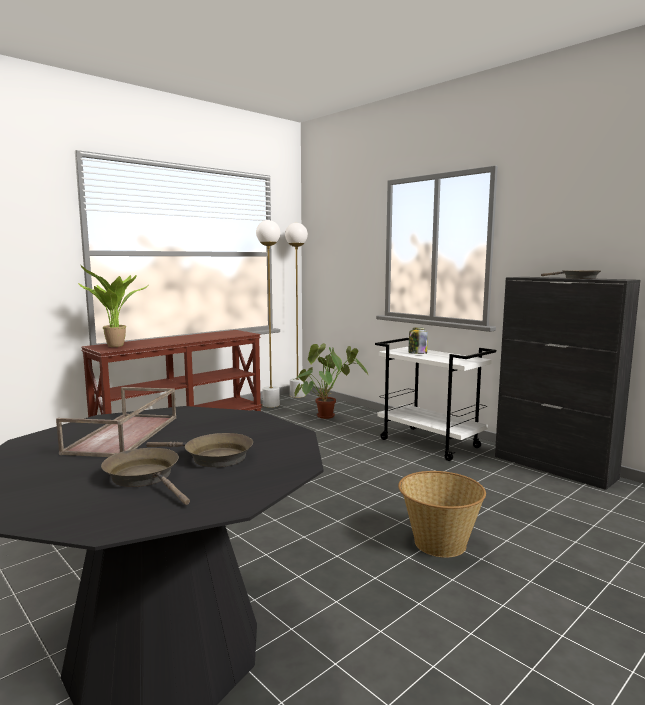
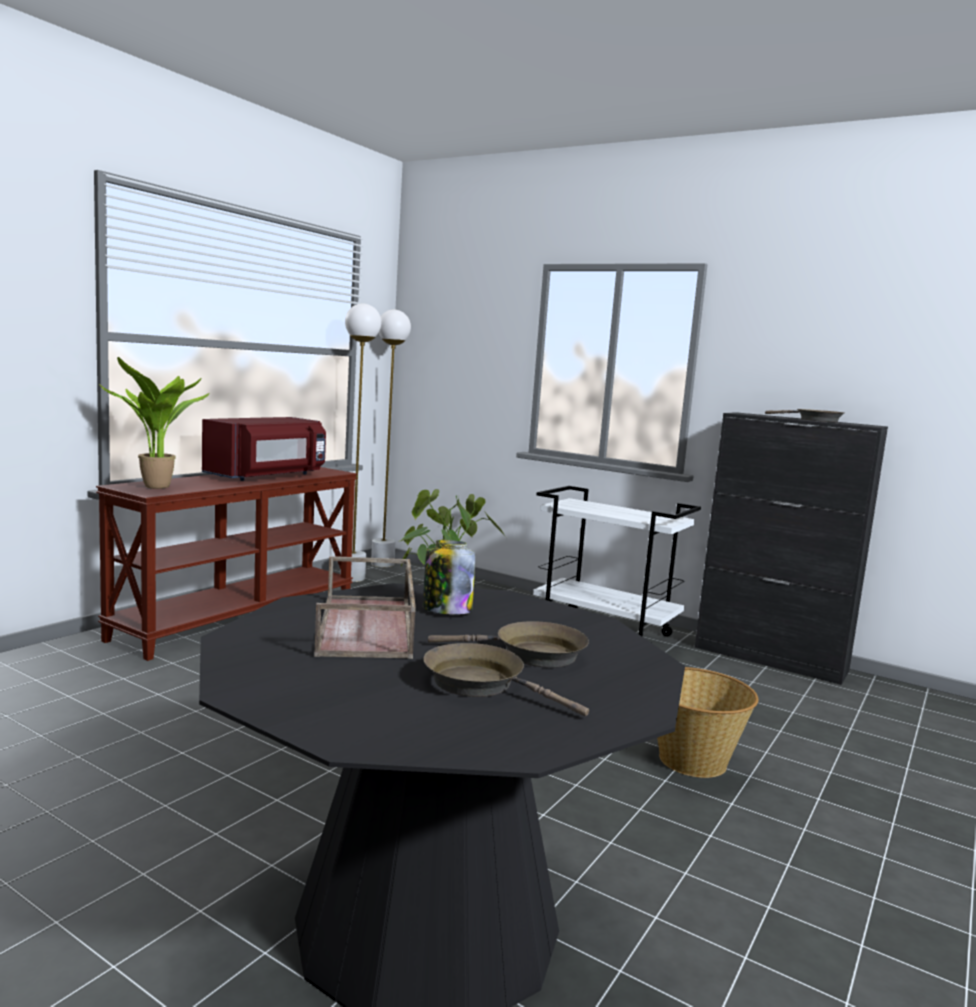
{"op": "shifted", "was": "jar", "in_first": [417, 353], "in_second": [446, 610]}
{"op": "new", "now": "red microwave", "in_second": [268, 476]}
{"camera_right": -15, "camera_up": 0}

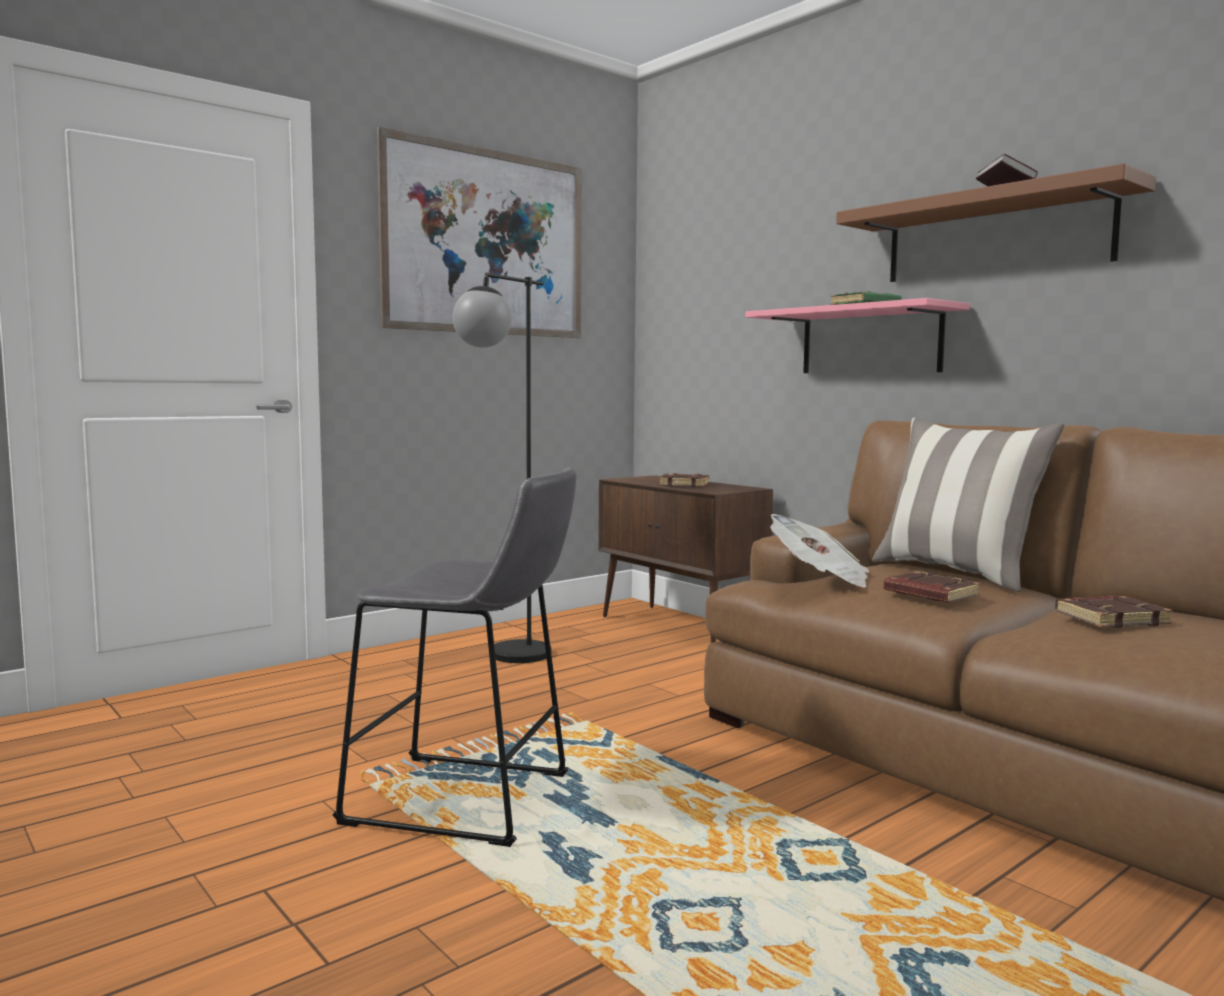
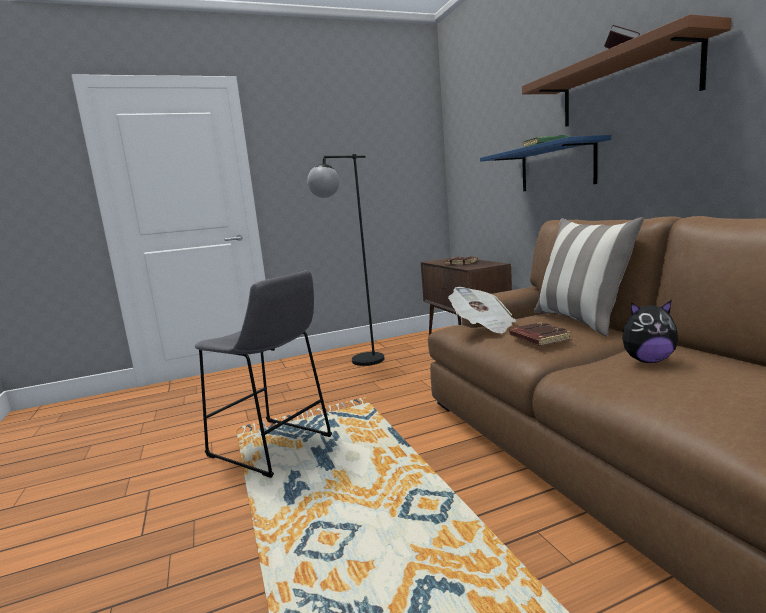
{"op": "gone", "was": "picture", "in_first": [487, 242]}
{"op": "repainted", "was": "pink shelf", "now": "blue shelf", "in_first": [870, 341], "in_second": [556, 167]}
{"op": "swapped", "was": "brown book", "now": "plush toy", "in_first": [1111, 619], "in_second": [647, 360]}
{"camera_right": 20, "camera_up": 5}

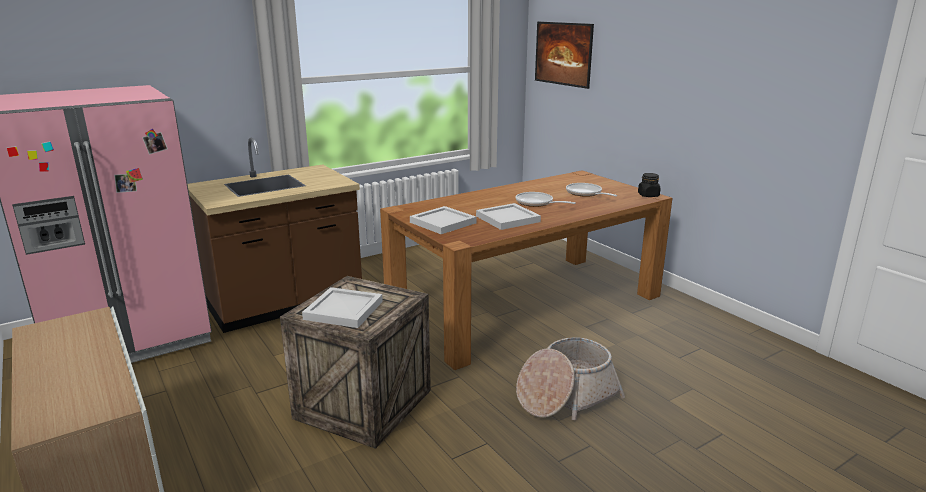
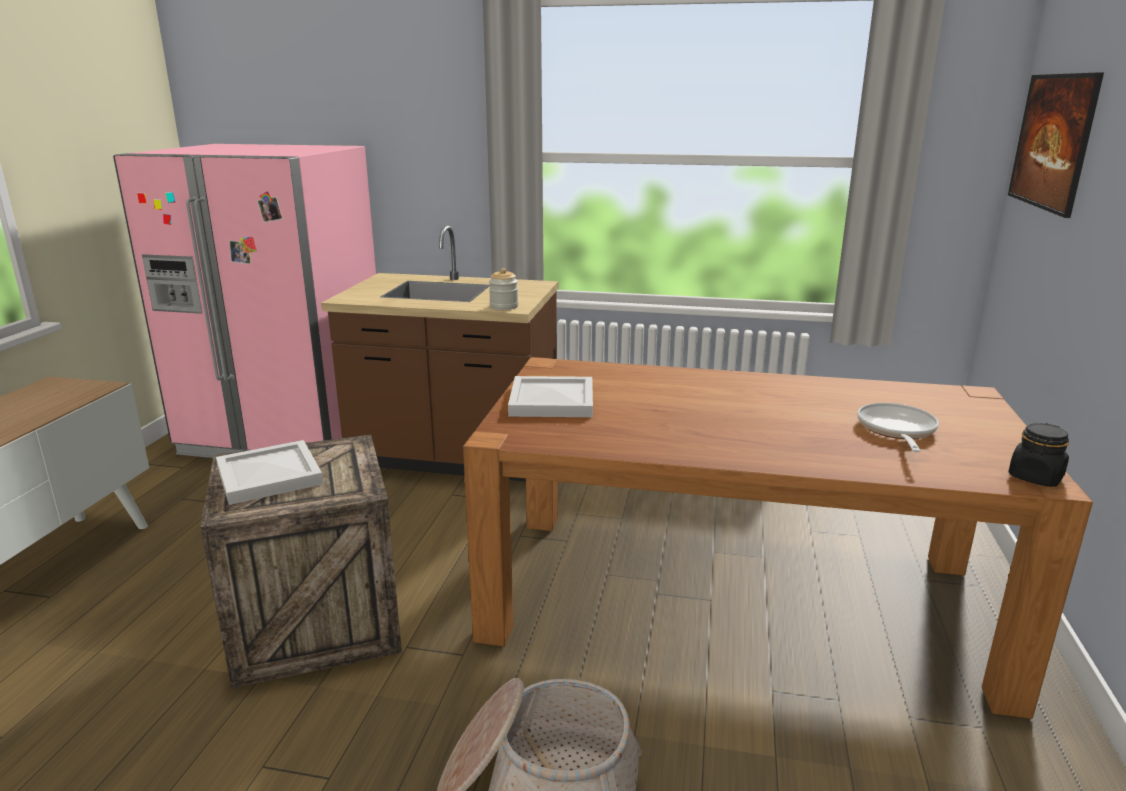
{"op": "gone", "was": "white tray", "in_first": [507, 219]}
{"op": "gone", "was": "frying pan", "in_first": [537, 203]}
{"op": "new", "now": "jar", "in_second": [504, 306]}
{"camera_right": 45, "camera_up": 0}

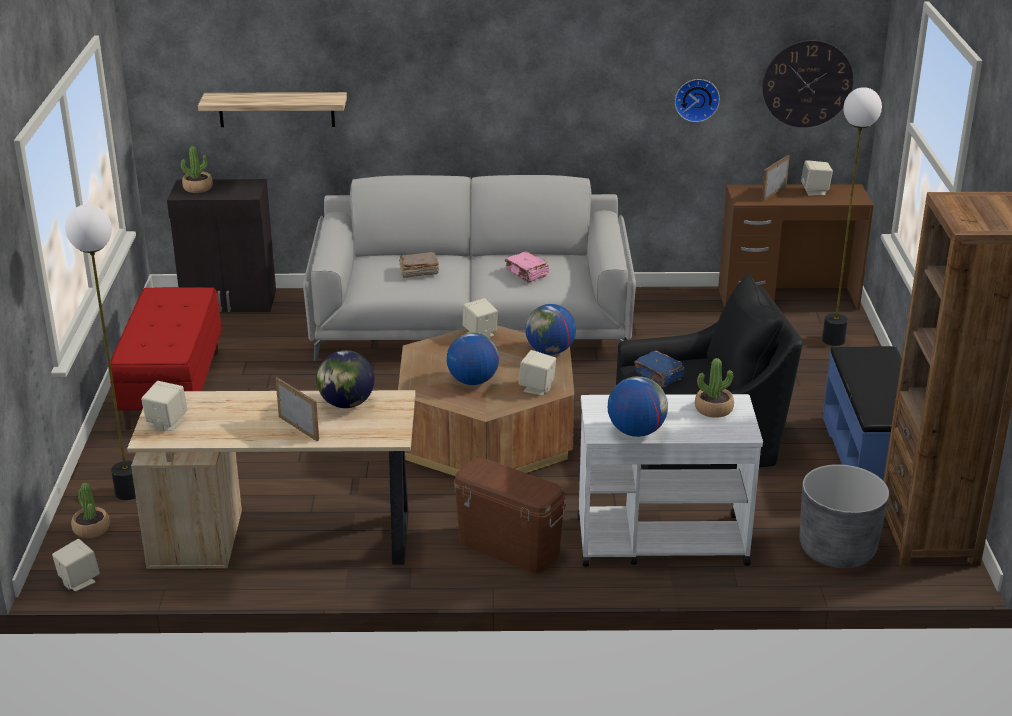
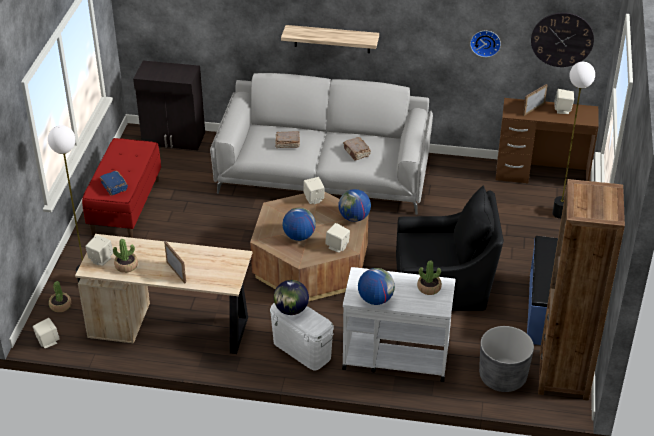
{"op": "shifted", "was": "potted plant", "in_first": [198, 188], "in_second": [126, 266]}
{"op": "shifted", "was": "shelf", "in_first": [276, 109], "in_second": [332, 39]}
{"op": "shifted", "was": "globe", "in_first": [347, 404], "in_second": [291, 310]}
{"op": "repainted", "was": "brown storage box", "now": "white storage box", "in_first": [508, 547], "in_second": [301, 350]}
{"op": "repainted", "was": "pink book", "now": "brown book", "in_first": [527, 273], "in_second": [356, 153]}
{"op": "shifted", "was": "blue book", "in_first": [659, 376], "in_second": [114, 187]}
{"camera_right": 10, "camera_up": 10}

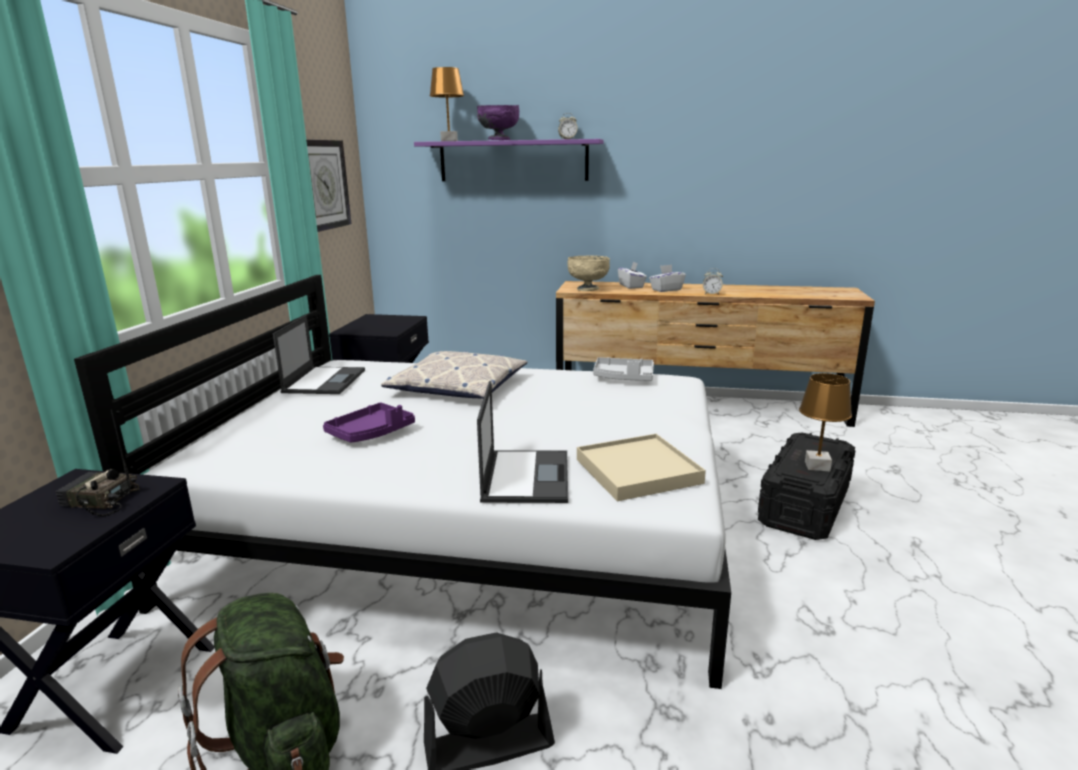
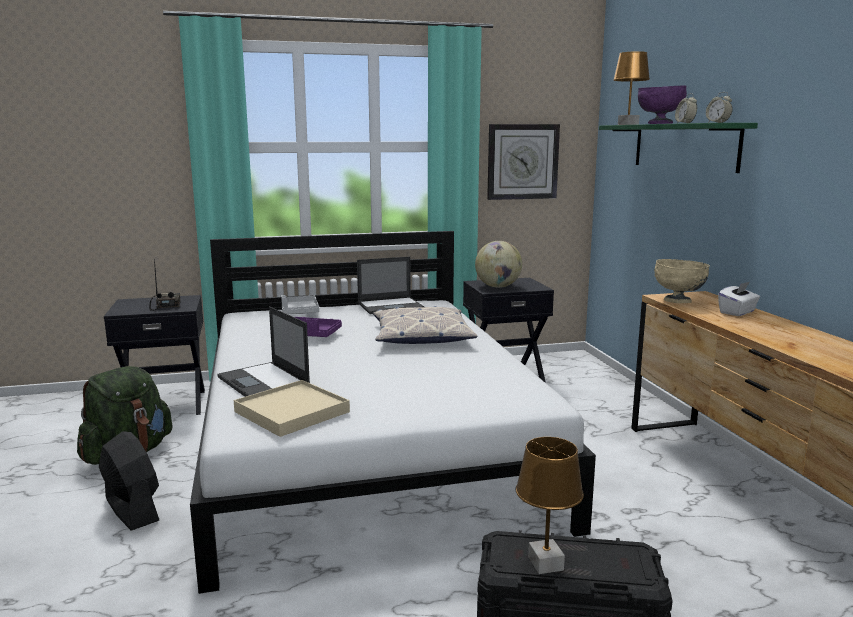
{"op": "repainted", "was": "purple shelf", "now": "green shelf", "in_first": [513, 161], "in_second": [684, 146]}
{"op": "rotated", "was": "laptop", "in_first": [526, 476], "in_second": [264, 381], "clockwise": 75}
{"op": "shifted", "was": "grey tray", "in_first": [624, 378], "in_second": [300, 312]}
{"op": "gone", "was": "white tissue box", "in_first": [666, 290]}
{"op": "shifted", "was": "alarm clock", "in_first": [711, 294], "in_second": [685, 123]}
{"op": "new", "now": "globe", "in_second": [498, 287]}
{"camera_right": 65, "camera_up": -5}

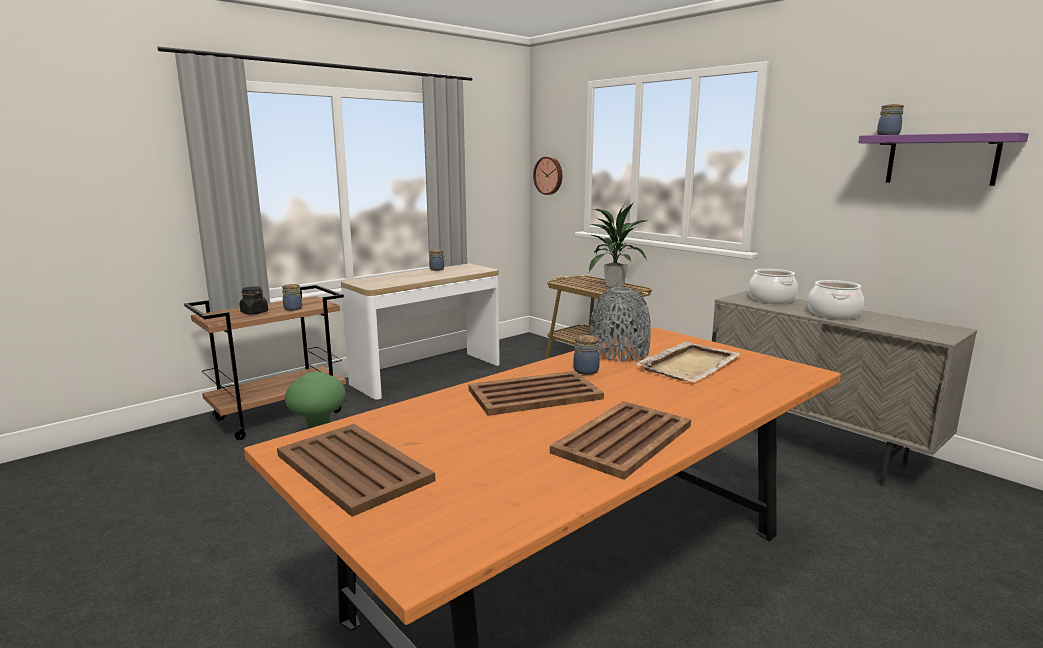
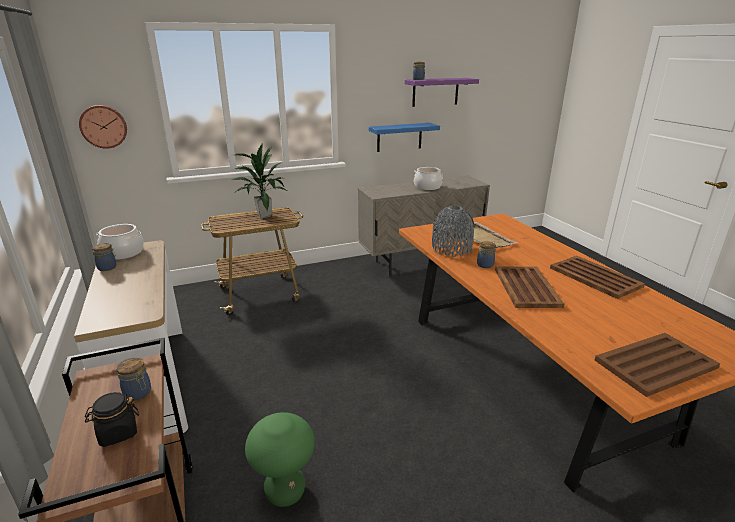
{"op": "shifted", "was": "cooking pot", "in_first": [771, 299], "in_second": [123, 253]}
{"op": "new", "now": "blue shelf", "in_second": [399, 137]}
{"camera_right": -70, "camera_up": 10}

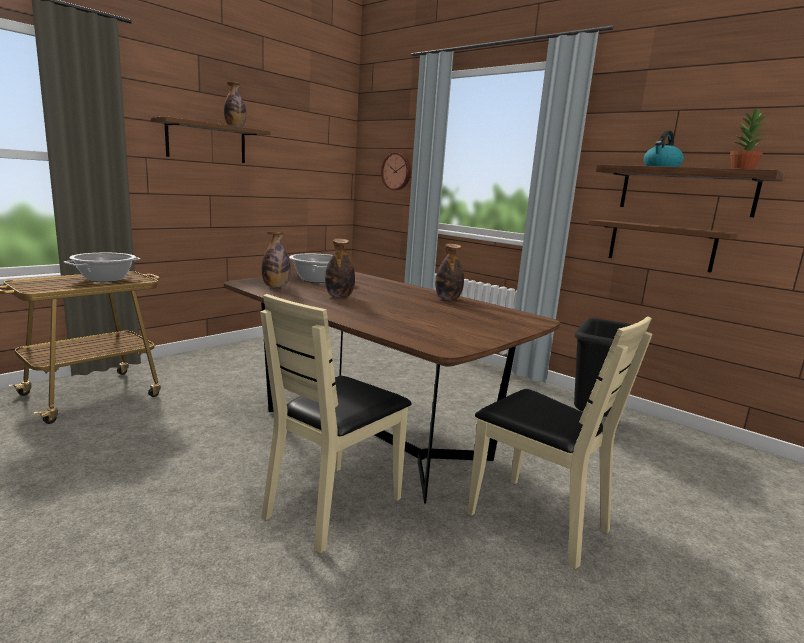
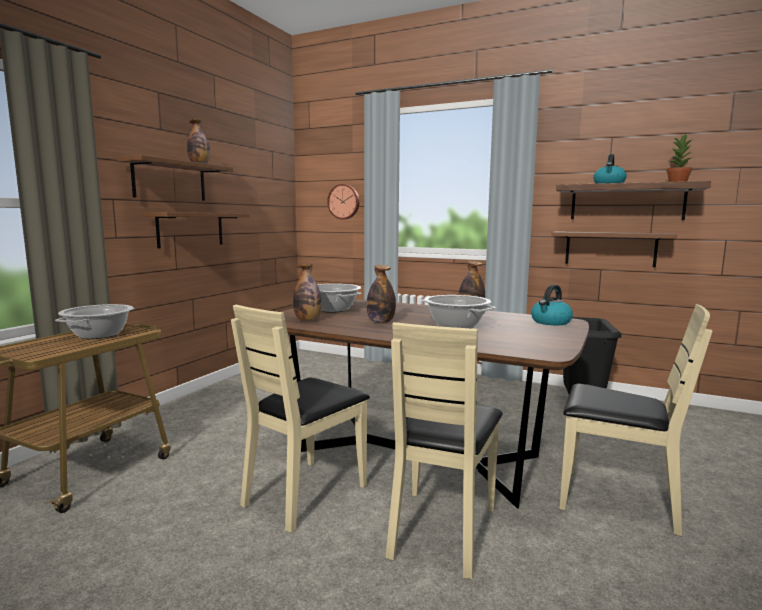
{"op": "new", "now": "brown shelf", "in_second": [190, 229]}
{"op": "new", "now": "beige chair", "in_second": [305, 494]}
{"op": "new", "now": "cooking pot", "in_second": [455, 325]}
{"op": "new", "now": "kettle", "in_second": [550, 322]}
{"camera_right": -15, "camera_up": -5}

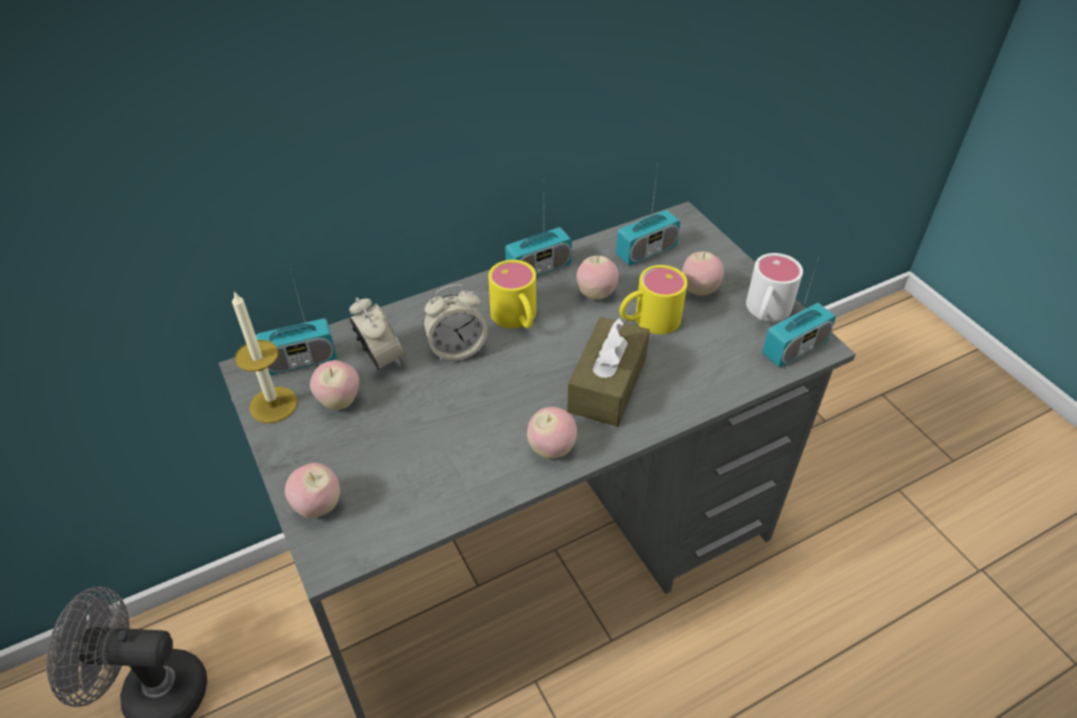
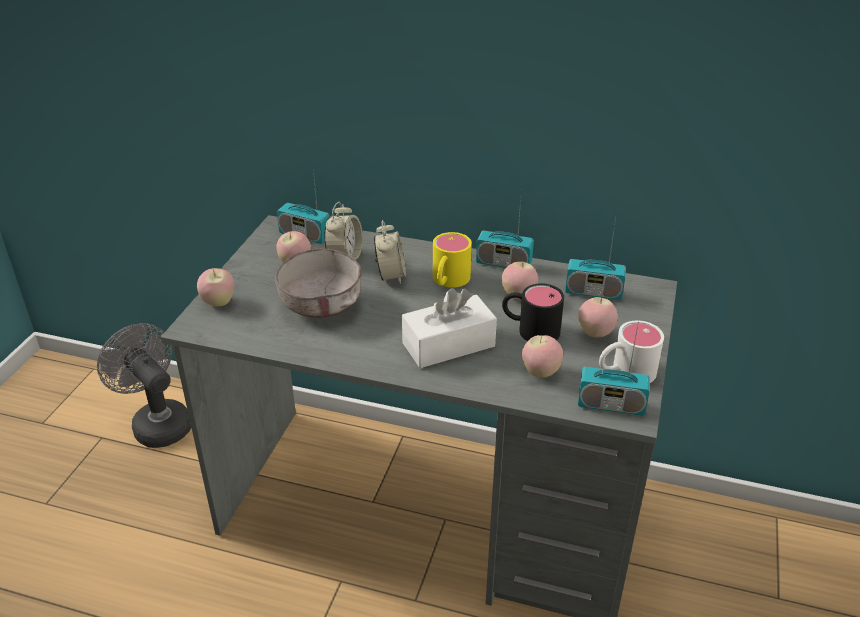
{"op": "gone", "was": "candle", "in_first": [273, 405]}
{"op": "rotated", "was": "alarm clock", "in_first": [457, 349], "in_second": [390, 276], "clockwise": -120}
{"op": "shifted", "was": "apple", "in_first": [551, 449], "in_second": [540, 372]}
{"op": "repainted", "was": "brown tissue box", "now": "white tissue box", "in_first": [607, 384], "in_second": [448, 345]}
{"op": "repainted", "was": "yellow mug", "now": "black mug", "in_first": [648, 321], "in_second": [530, 329]}
{"op": "new", "now": "grey bowl", "in_second": [321, 304]}
{"camera_right": 45, "camera_up": -10}

